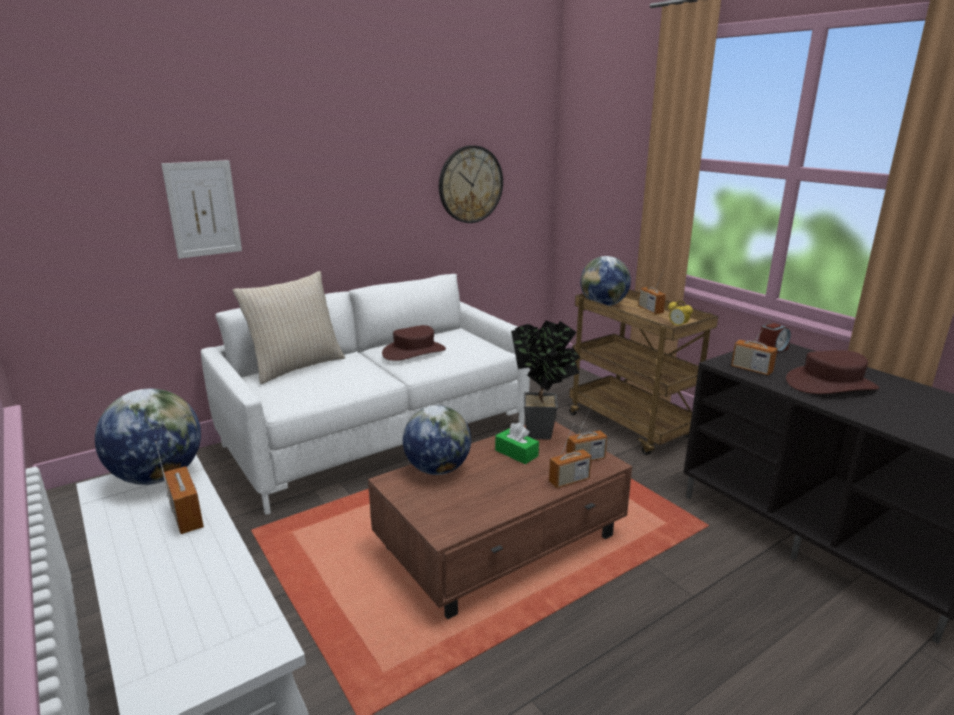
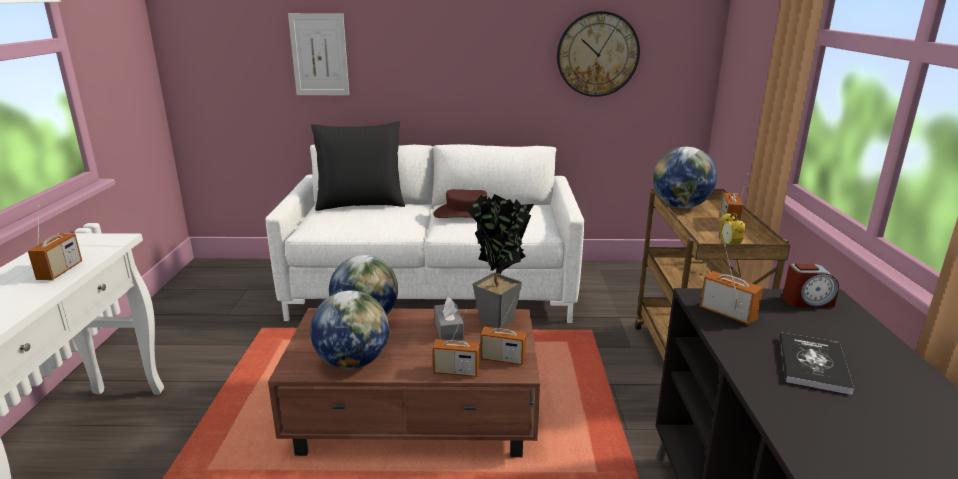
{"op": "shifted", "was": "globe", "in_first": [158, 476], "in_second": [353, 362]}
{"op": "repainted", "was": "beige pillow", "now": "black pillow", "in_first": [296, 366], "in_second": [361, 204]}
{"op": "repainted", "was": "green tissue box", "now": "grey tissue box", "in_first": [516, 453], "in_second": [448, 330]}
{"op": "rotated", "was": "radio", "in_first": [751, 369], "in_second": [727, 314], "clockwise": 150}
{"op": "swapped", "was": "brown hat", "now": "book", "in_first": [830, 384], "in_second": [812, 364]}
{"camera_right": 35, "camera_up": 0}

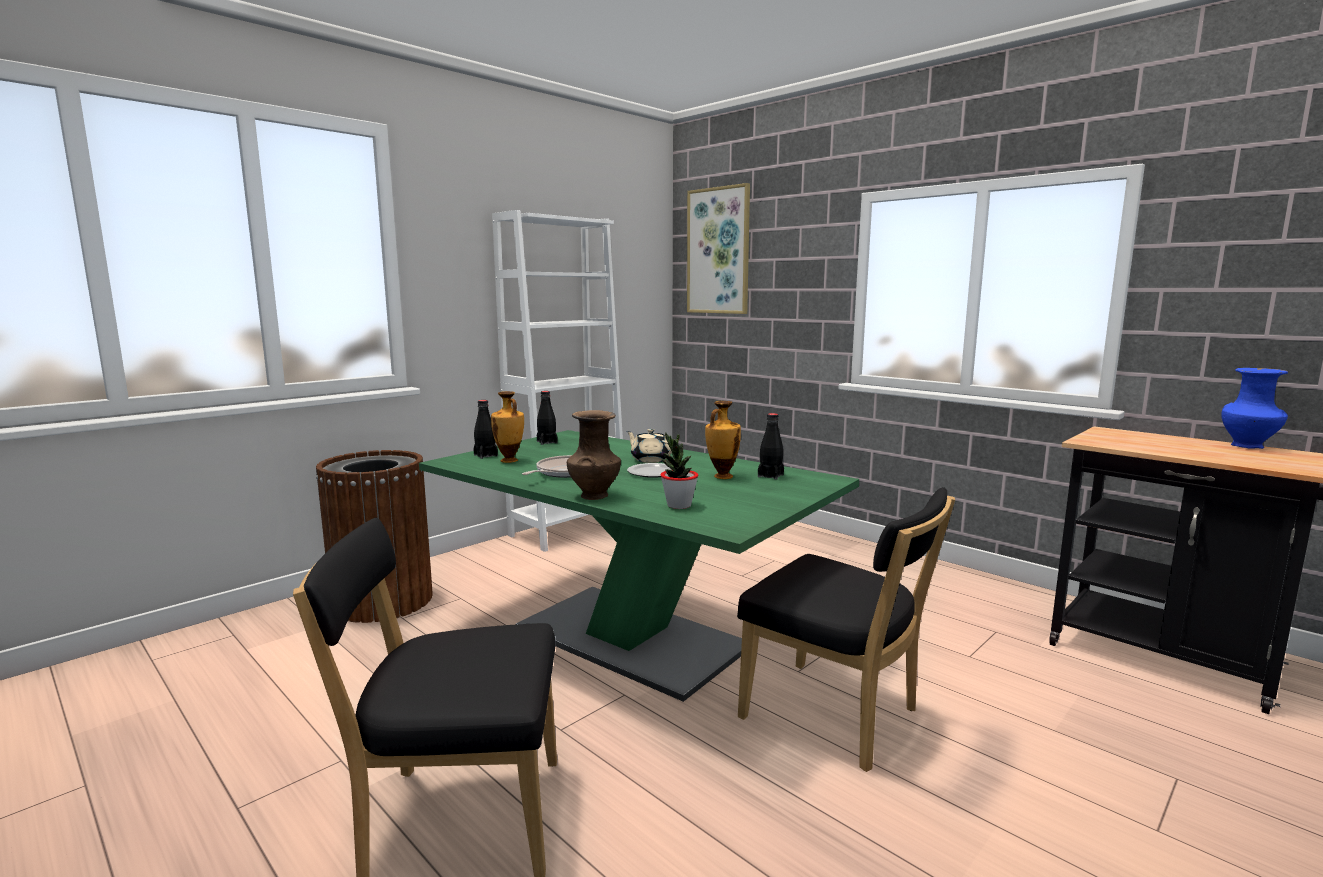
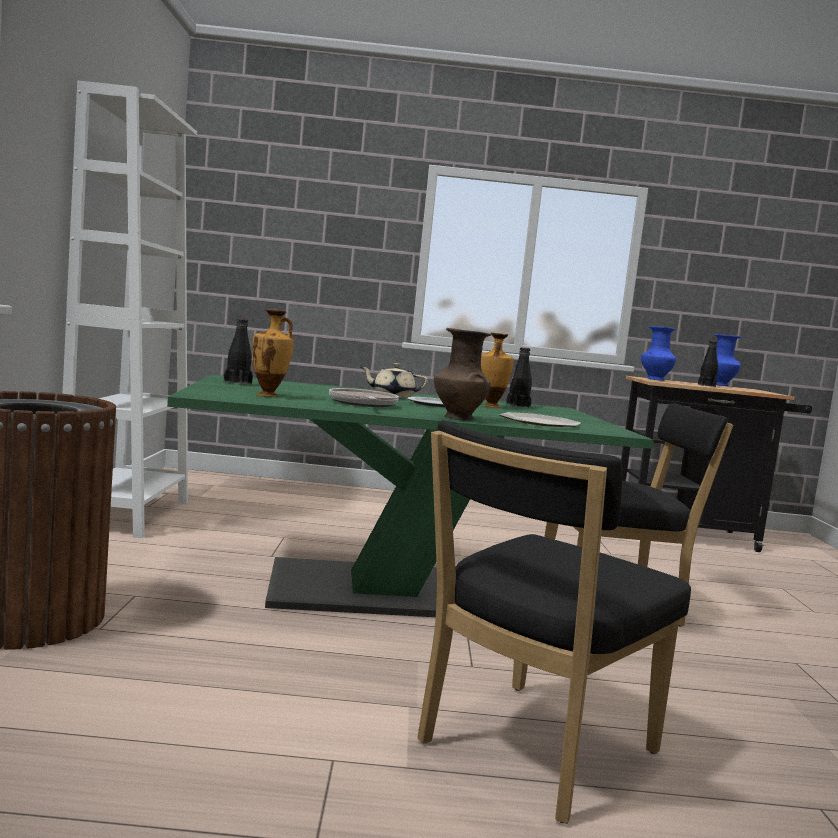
{"op": "shifted", "was": "black bottle", "in_first": [485, 455], "in_second": [706, 386]}
{"op": "swapped", "was": "potted plant", "now": "plate", "in_first": [678, 505], "in_second": [538, 422]}
{"op": "gone", "was": "picture", "in_first": [718, 251]}
{"op": "new", "now": "blue vase", "in_second": [655, 379]}
{"camera_right": -45, "camera_up": -5}

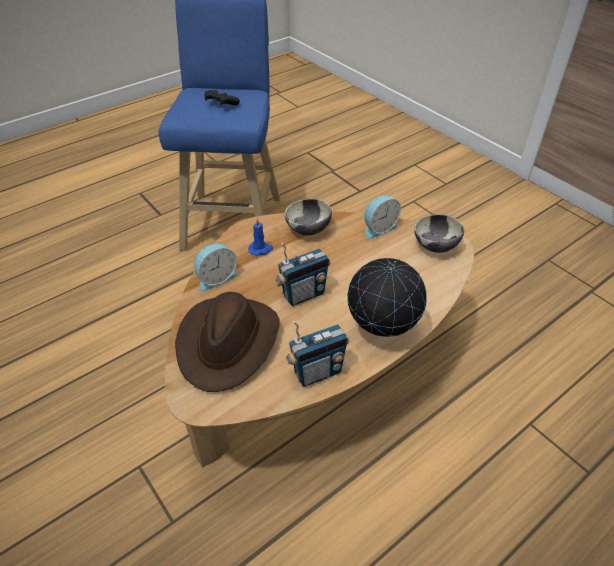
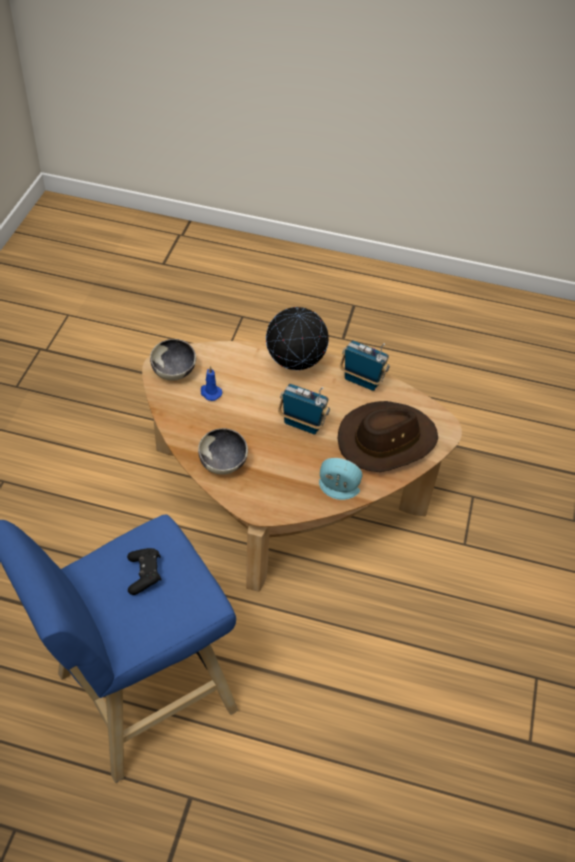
{"op": "shifted", "was": "blue candle", "in_first": [260, 249], "in_second": [210, 392]}
{"op": "gone", "was": "alarm clock", "in_first": [378, 228]}
{"camera_right": -130, "camera_up": 5}

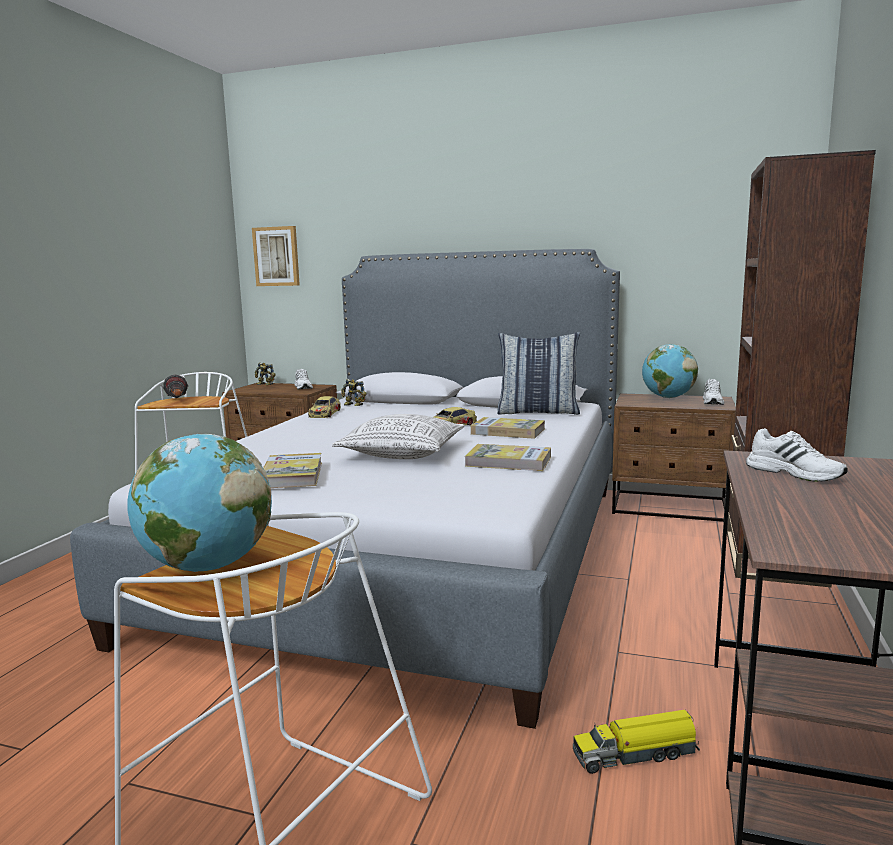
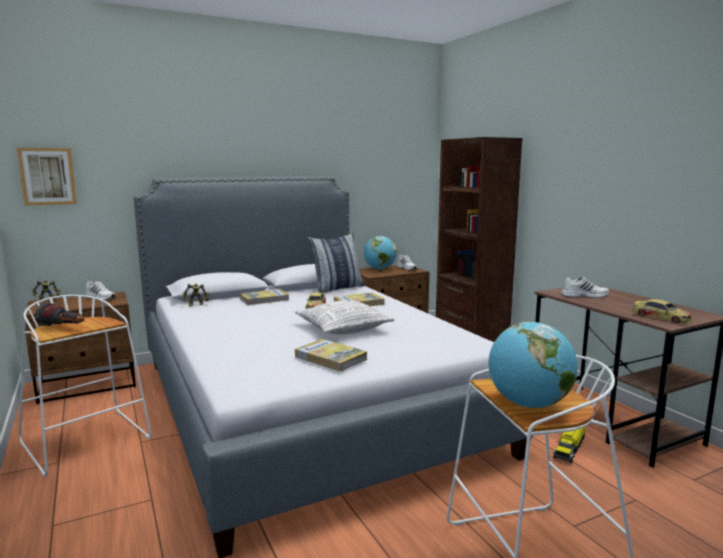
{"op": "shifted", "was": "toy car", "in_first": [325, 413], "in_second": [661, 317]}
{"op": "shifted", "was": "book", "in_first": [508, 462], "in_second": [264, 299]}
{"camera_right": -45, "camera_up": 0}

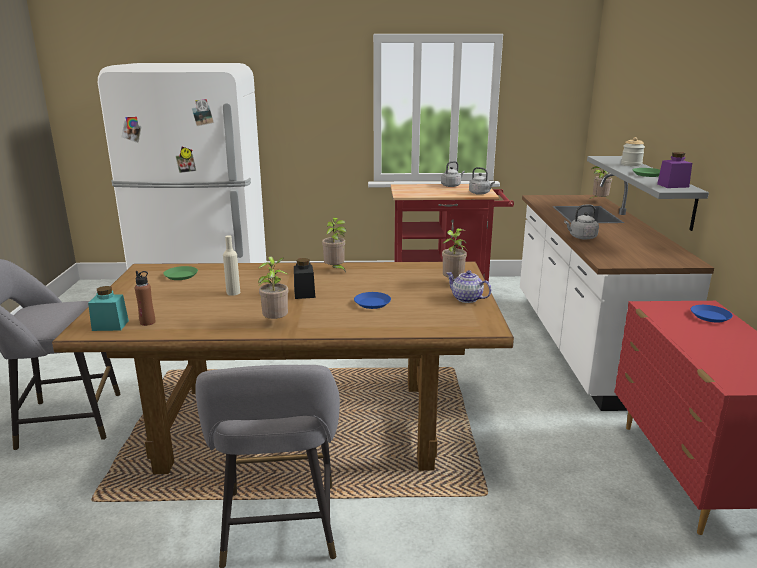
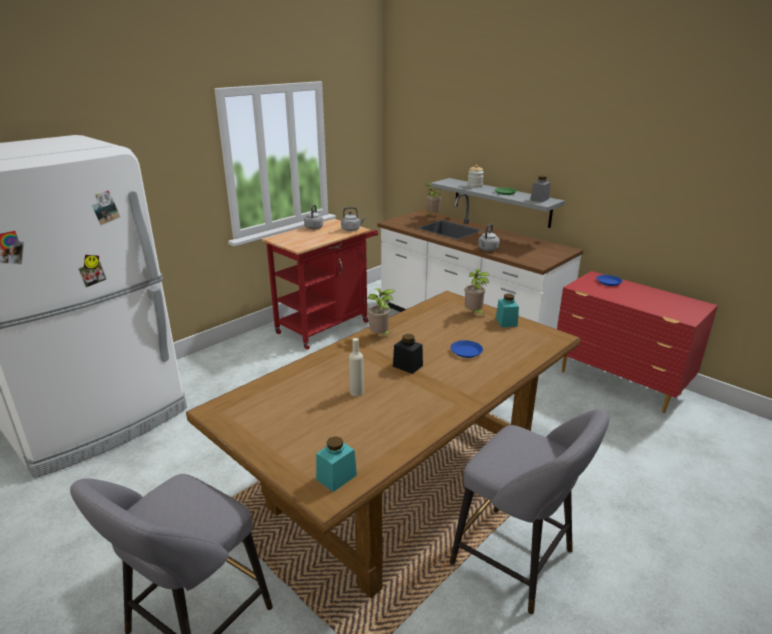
{"op": "gone", "was": "brown bottle", "in_first": [147, 322]}
{"op": "gone", "was": "green plate", "in_first": [181, 275]}
{"op": "gone", "was": "potted plant", "in_first": [276, 322]}
{"op": "swapped", "was": "teapot", "now": "turquoise jar", "in_first": [467, 299], "in_second": [506, 322]}
{"op": "repainted", "was": "purple jar", "now": "grey jar", "in_first": [673, 185], "in_second": [539, 199]}
{"camera_right": -45, "camera_up": 5}

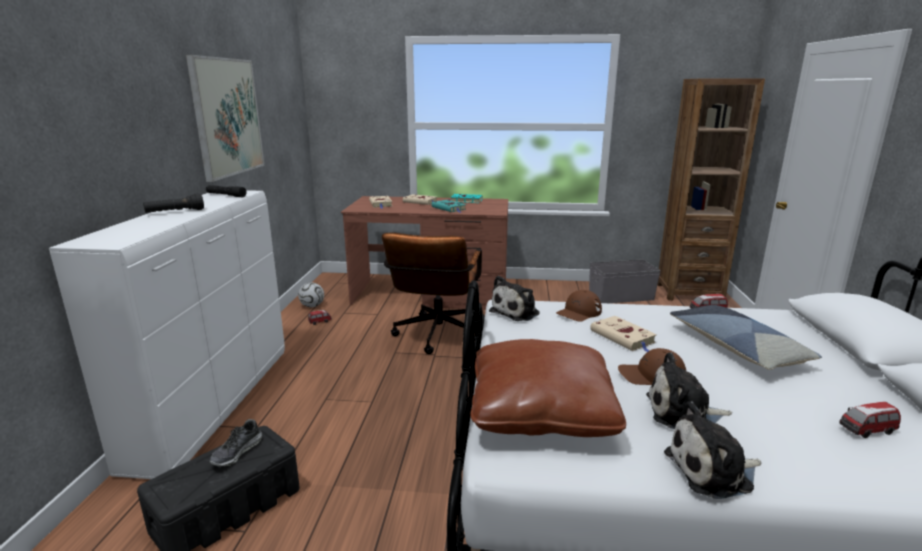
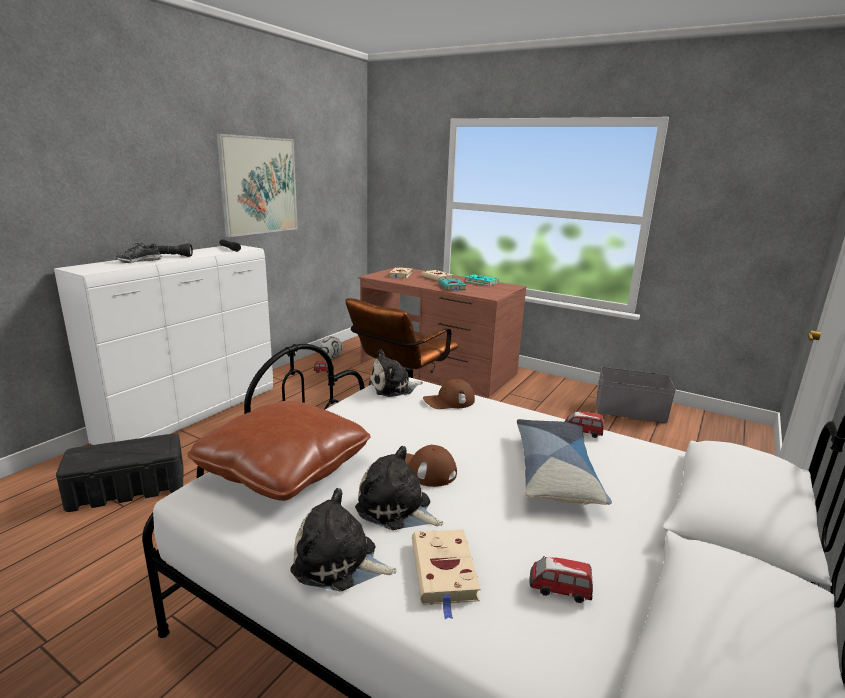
{"op": "shifted", "was": "shoe", "in_first": [237, 452], "in_second": [138, 261]}
{"op": "shifted", "was": "beige book", "in_first": [624, 337], "in_second": [444, 572]}
{"op": "gone", "was": "brown bookcase", "in_first": [689, 292]}
{"camera_right": 25, "camera_up": 0}

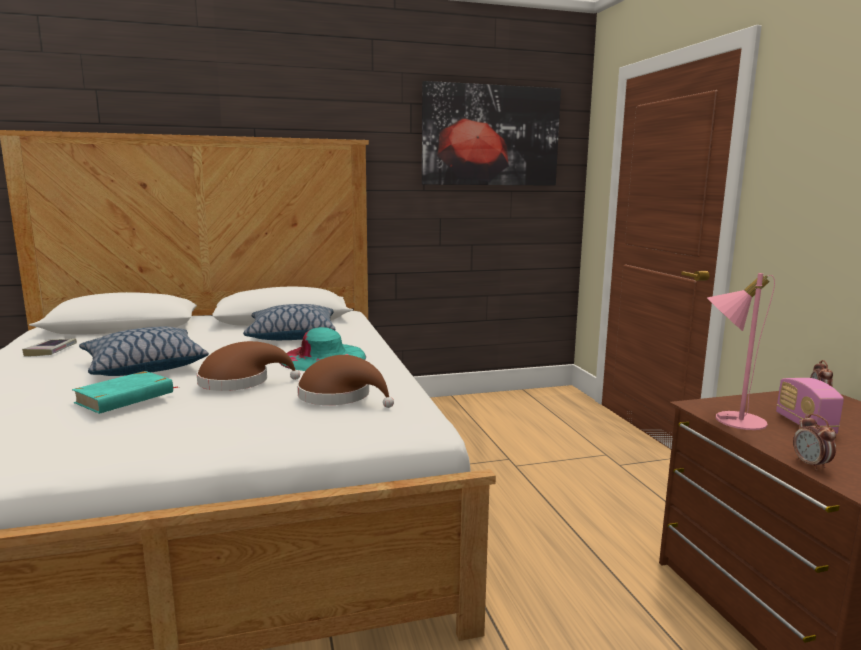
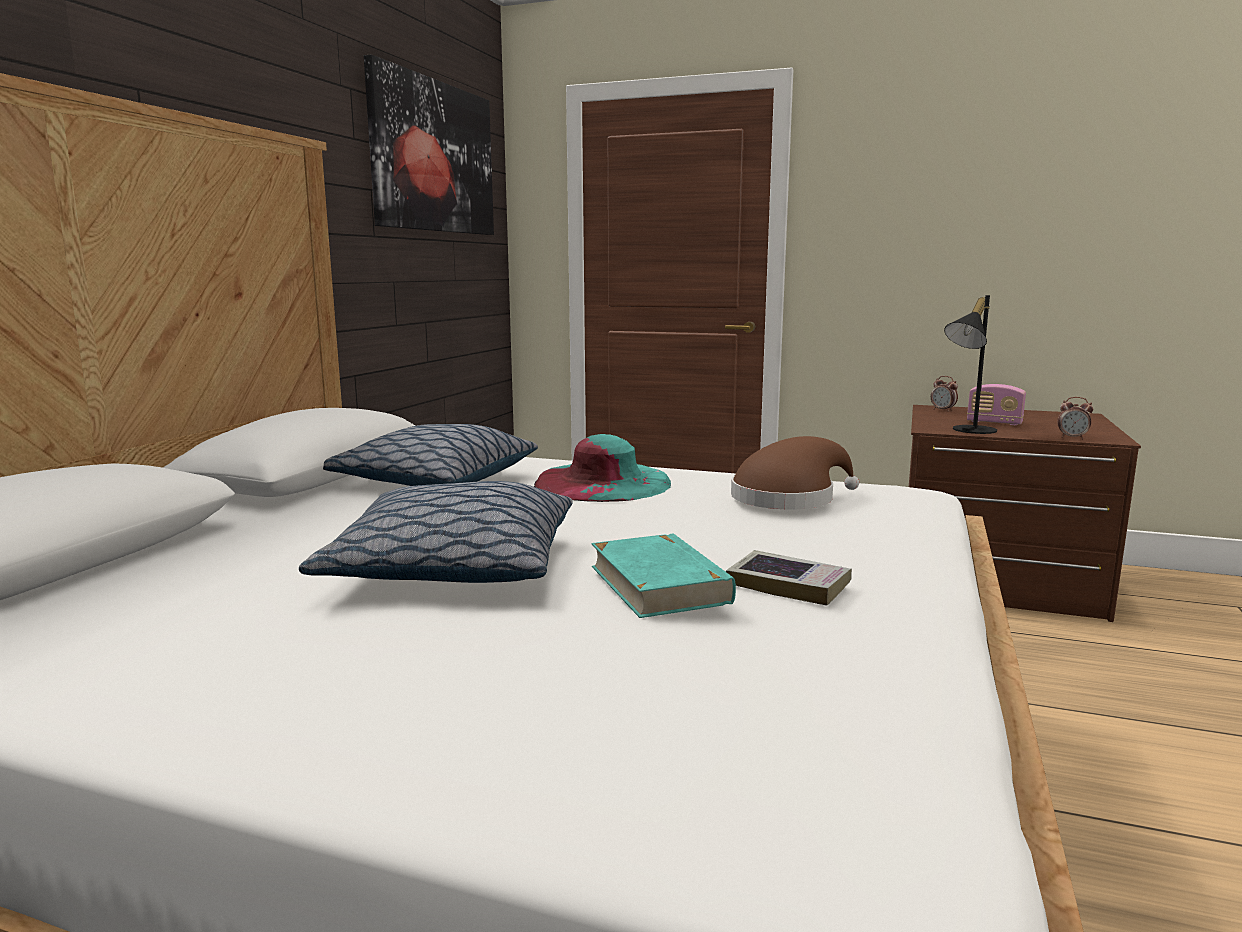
{"op": "shifted", "was": "book", "in_first": [51, 351], "in_second": [788, 585]}
{"op": "gone", "was": "brown hat", "in_first": [240, 382]}
{"op": "repainted", "was": "pink table lamp", "now": "black table lamp", "in_first": [730, 418], "in_second": [967, 430]}
{"camera_right": -55, "camera_up": 0}

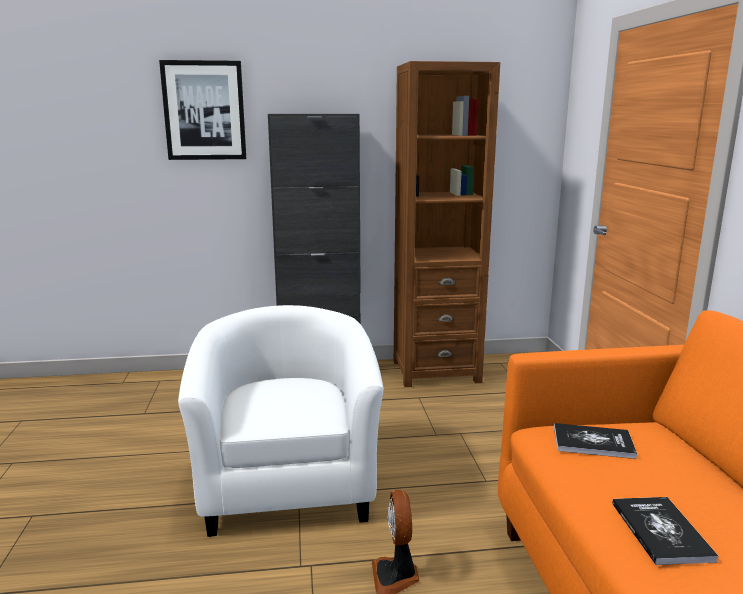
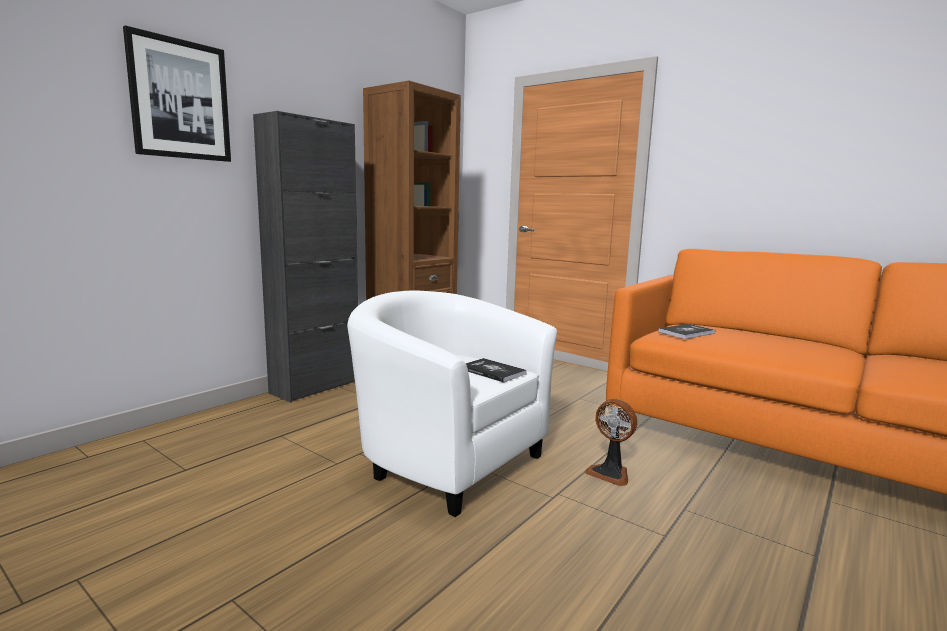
{"op": "shifted", "was": "book", "in_first": [661, 531], "in_second": [492, 371]}
{"camera_right": -45, "camera_up": -5}

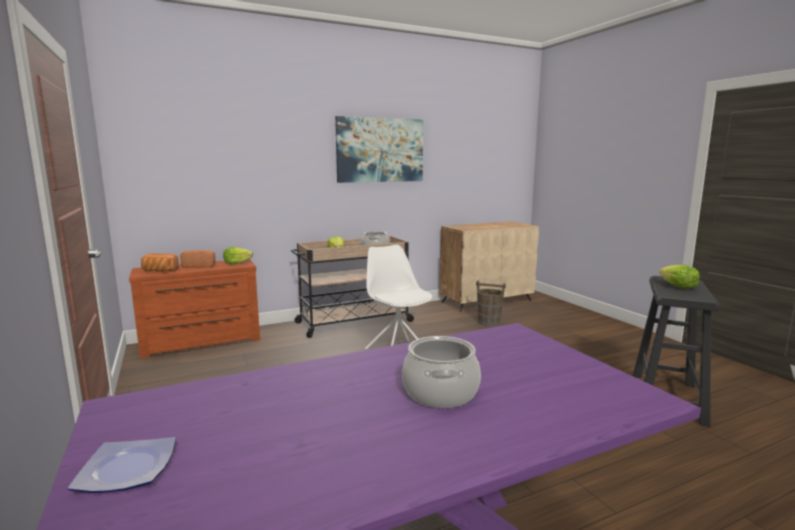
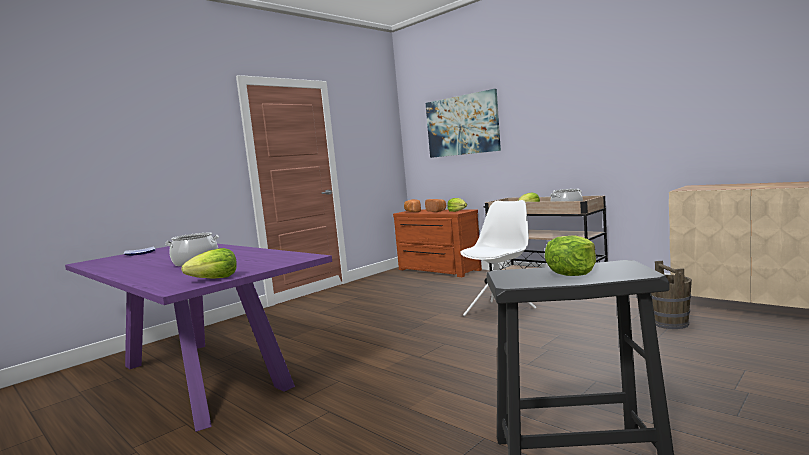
{"op": "shifted", "was": "picture", "in_first": [380, 150], "in_second": [462, 125]}
{"op": "new", "now": "lettuce", "in_second": [215, 279]}
{"camera_right": 70, "camera_up": -5}

